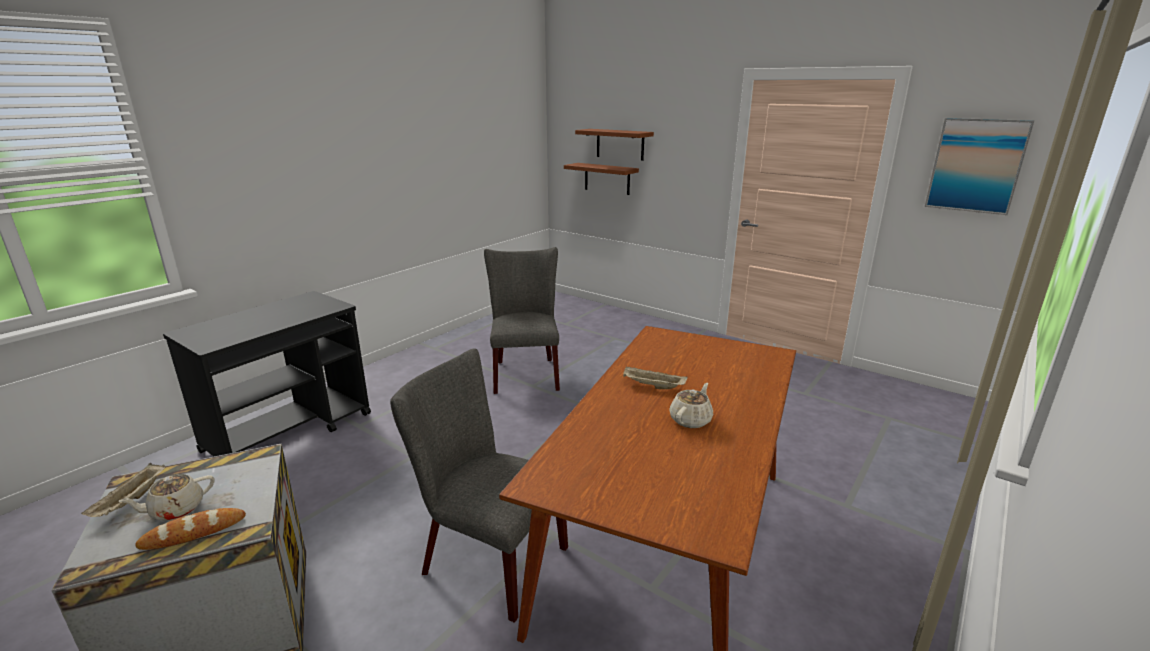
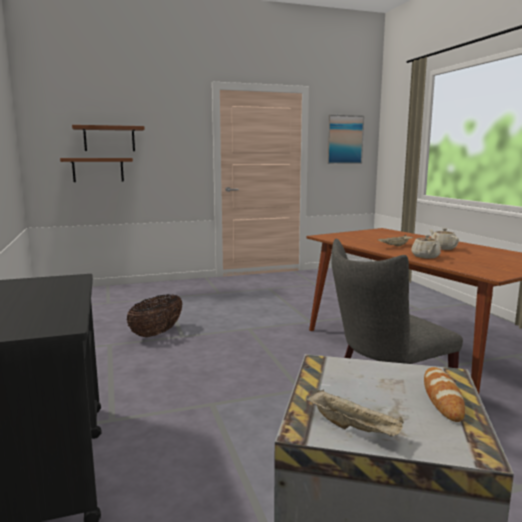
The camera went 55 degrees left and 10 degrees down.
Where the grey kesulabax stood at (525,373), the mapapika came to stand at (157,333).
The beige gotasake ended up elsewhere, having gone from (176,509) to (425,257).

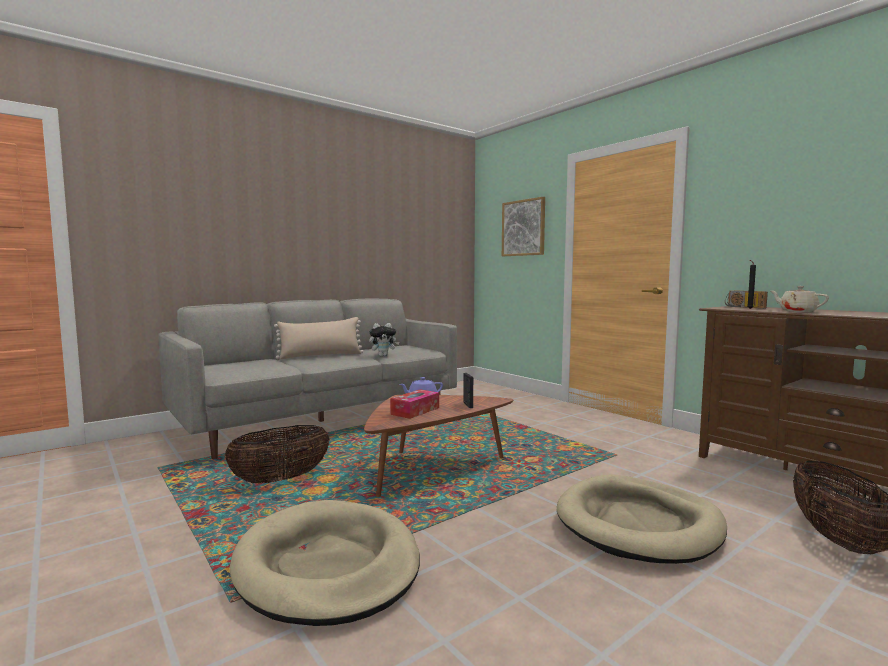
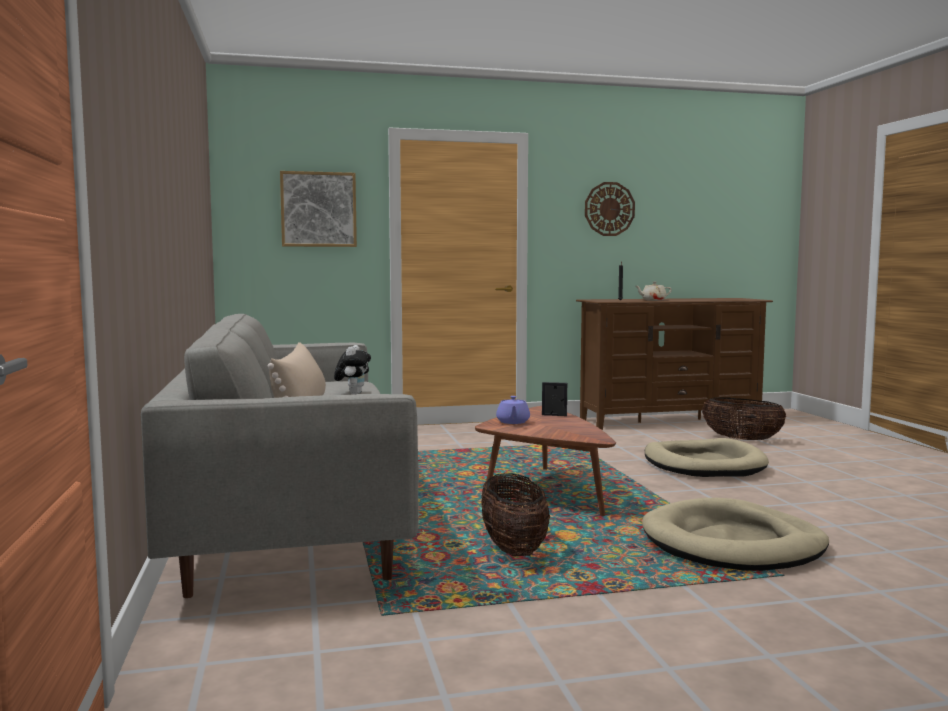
The camera went 65 degrees left and 0 degrees up.
The second view lost the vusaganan at (743,307).
The second view lost the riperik at (415,411).
The second view gained the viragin at (609,209).

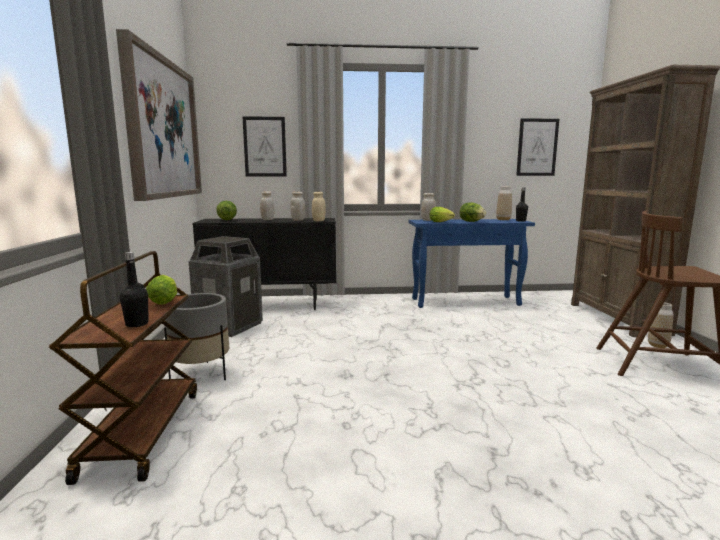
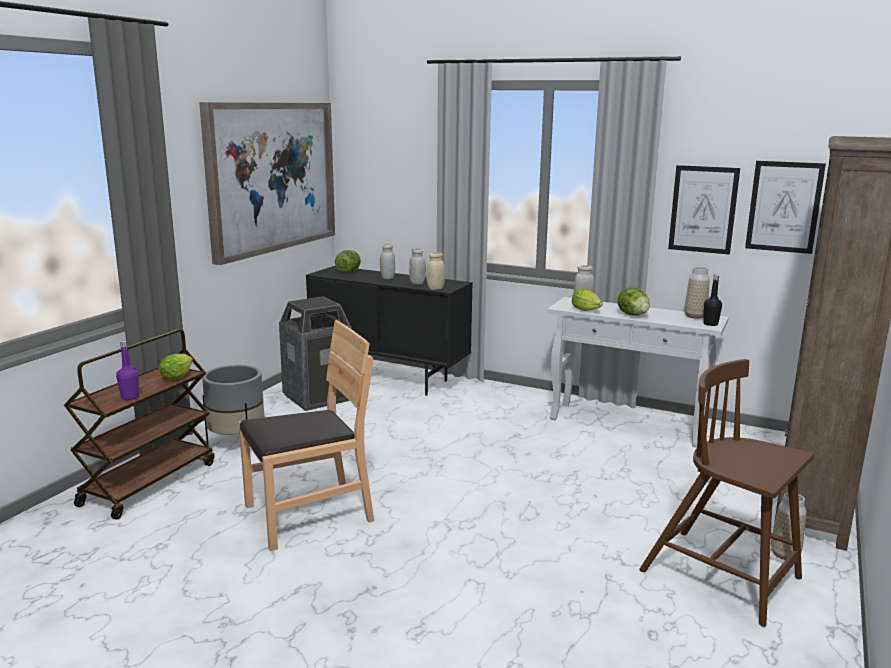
The camera went 30 degrees right and 5 degrees up.
The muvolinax ended up elsewhere, having gone from (265,147) to (703,209).
What was the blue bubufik at (466,302) turned into the white bubufik at (628,424).
What was the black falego at (137,324) turned into the purple falego at (130,397).
The second view gained the brown kesulabax at (308,514).

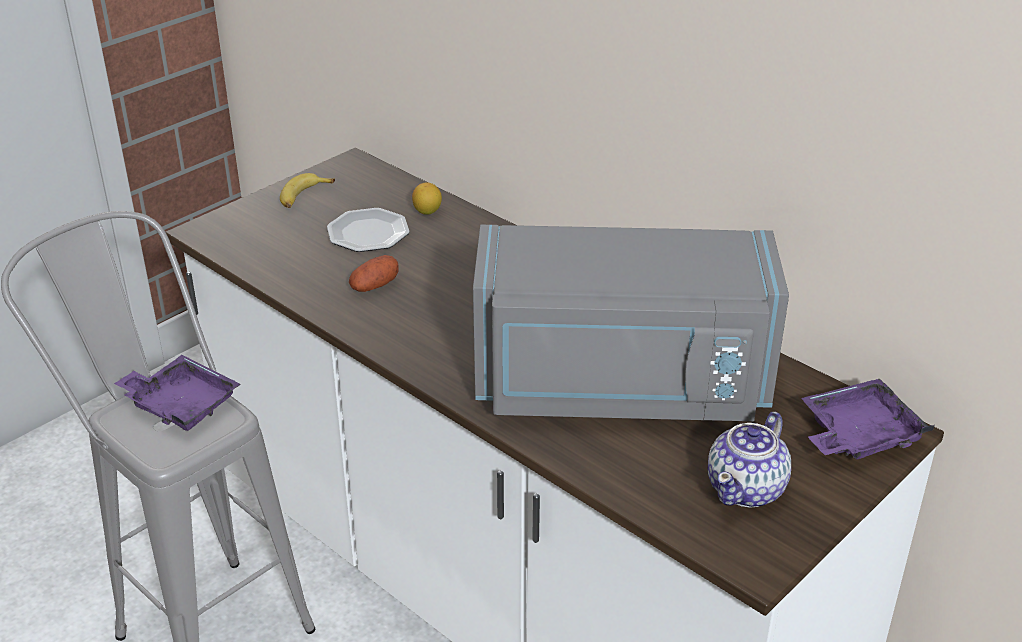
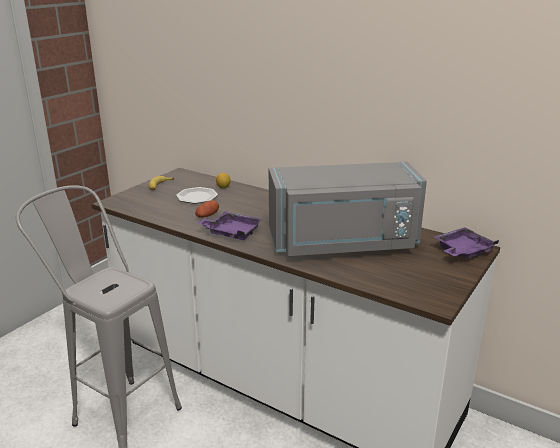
The camera went 10 degrees left and 10 degrees down.
The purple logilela ended up elsewhere, having gone from (181,404) to (232,232).
The second view lost the gotasake at (747,488).

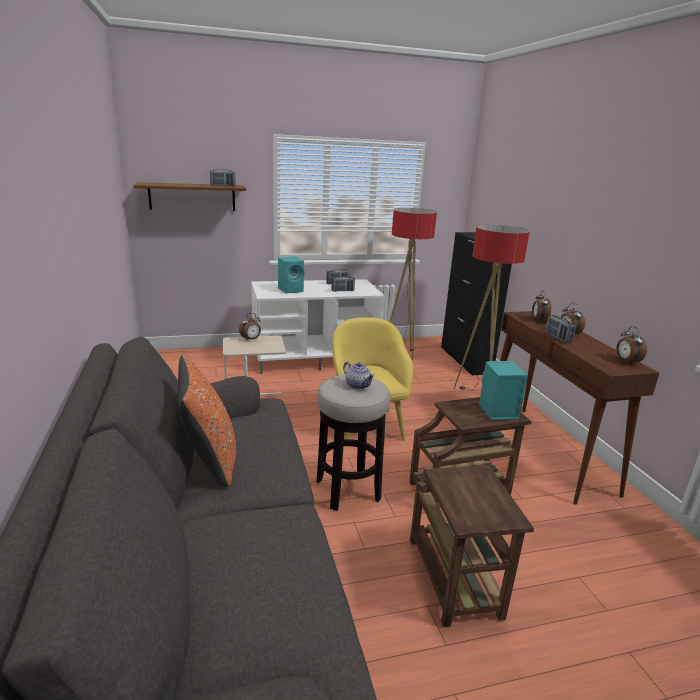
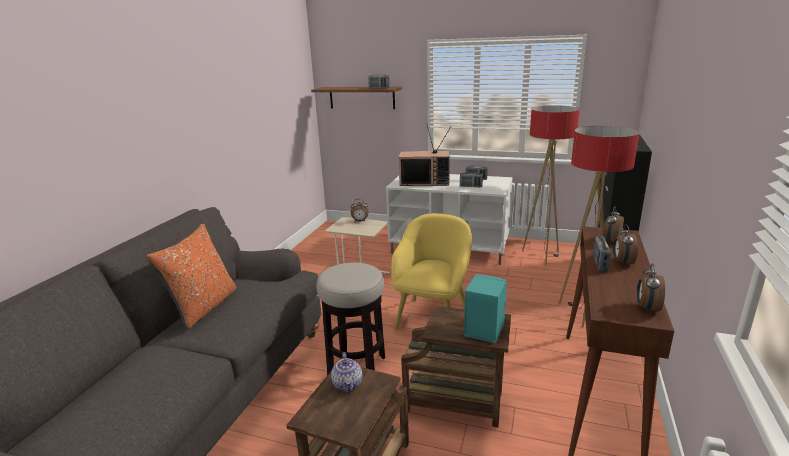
The camera went 35 degrees right and 0 degrees up.
Where the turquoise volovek stood at (291,290), the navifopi came to stand at (425,182).
The gotasake ended up elsewhere, having gone from (358,385) to (348,384).

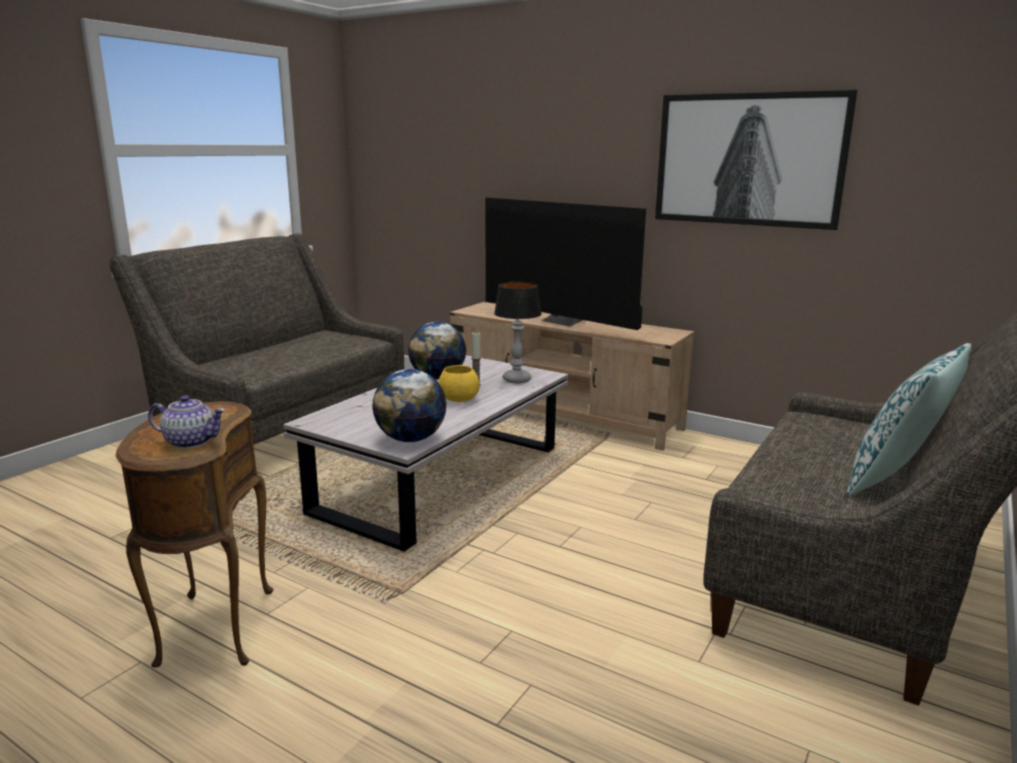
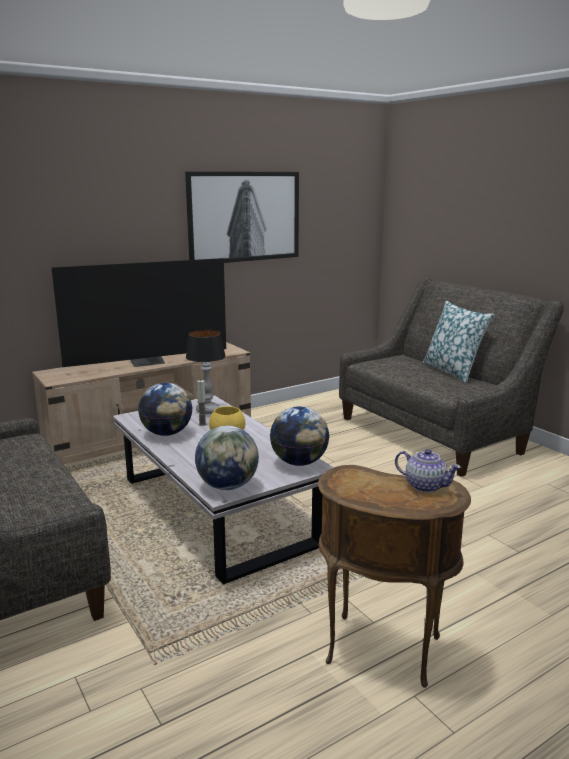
The camera went 65 degrees left and 0 degrees up.
The gotasake at (190,442) ended up facing another way, 90 degrees clockwise from before.
The second view gained the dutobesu at (228,486).

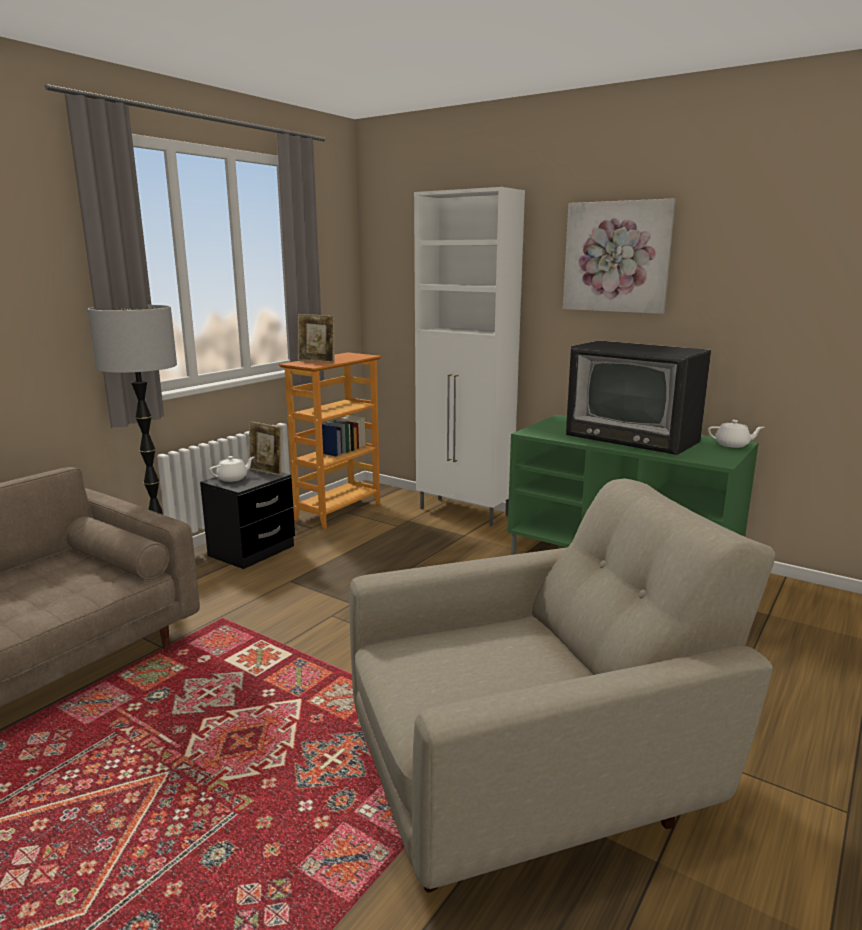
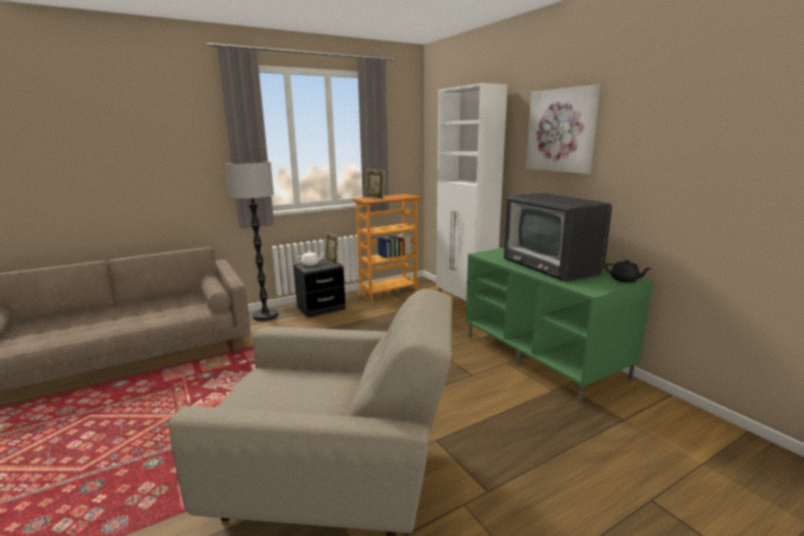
The camera went 25 degrees right and 0 degrees up.
What was the white gotasake at (732,445) turned into the black gotasake at (625,280).

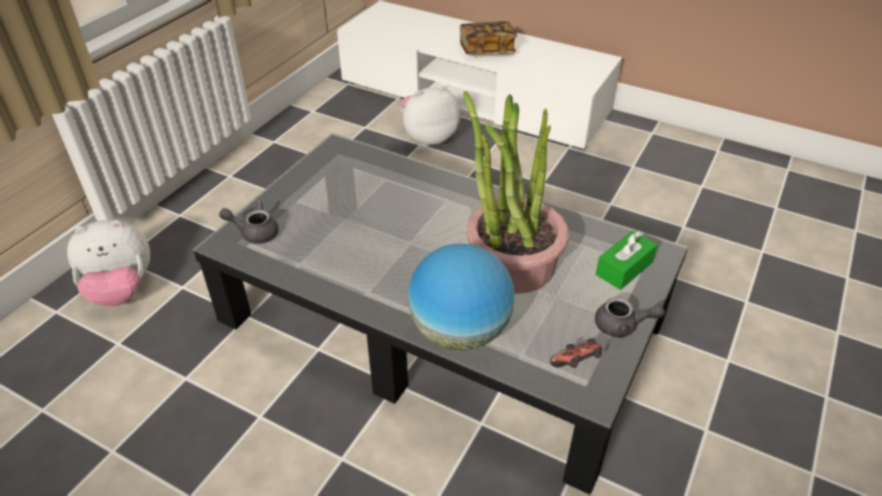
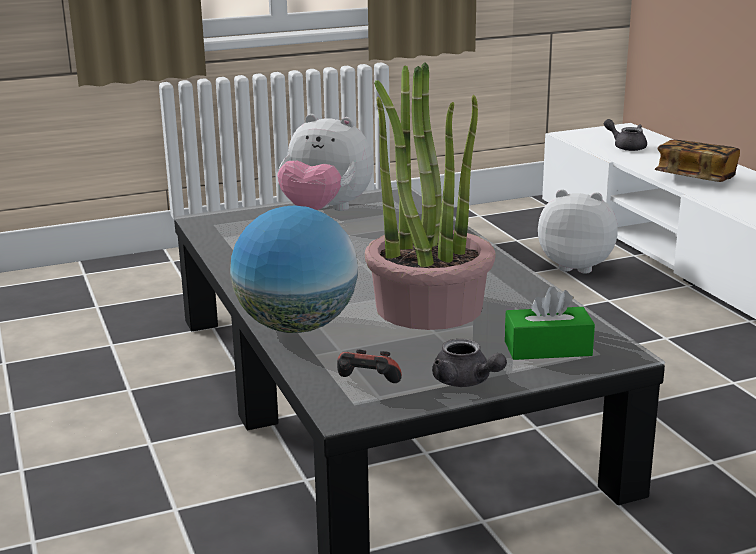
The camera went 40 degrees right and 20 degrees down.
The grey gotasake ended up elsewhere, having gone from (255,232) to (626,147).
The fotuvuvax ended up elsewhere, having gone from (121,290) to (325,211).

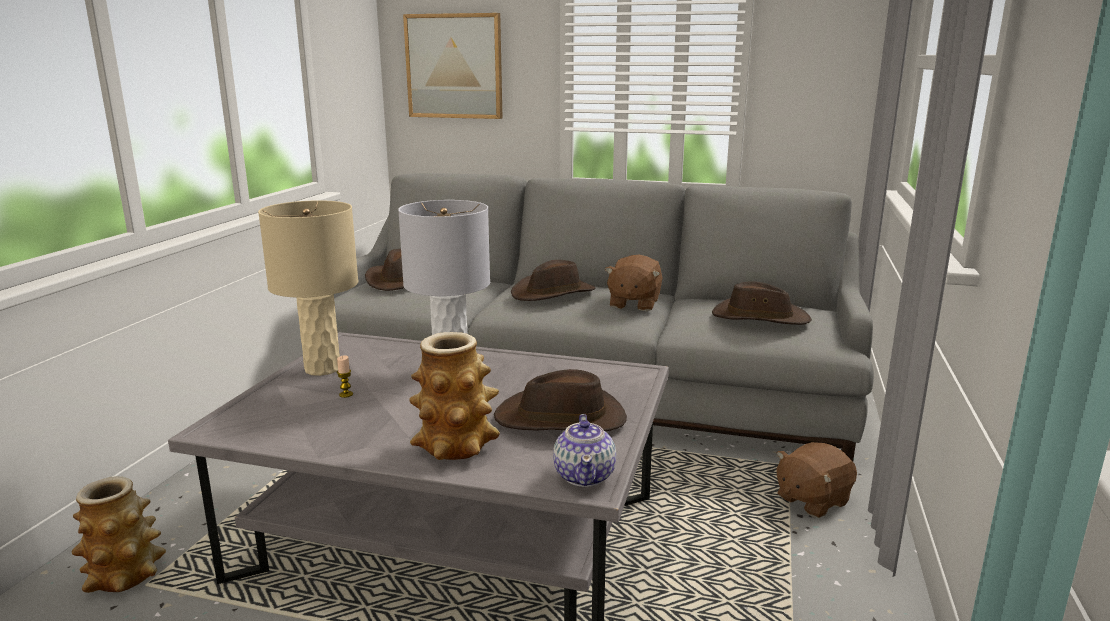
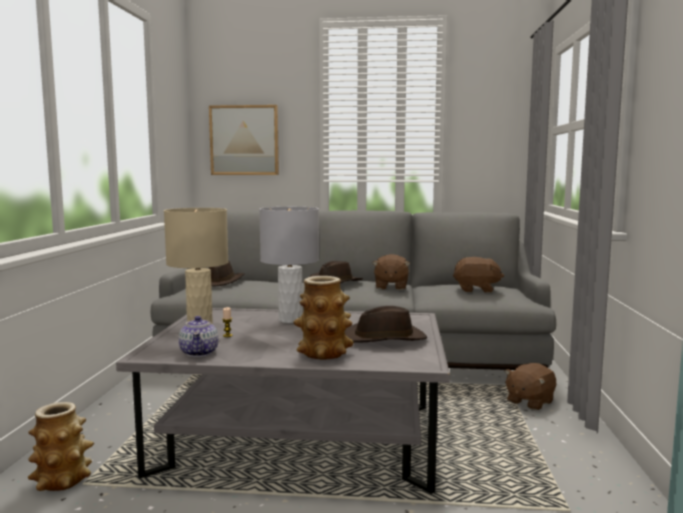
The camera went 10 degrees left and 10 degrees down.
Where the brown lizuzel stood at (759,317), the brown fotuvuvax came to stand at (476,290).
The gotasake ended up elsewhere, having gone from (585,475) to (199,352).

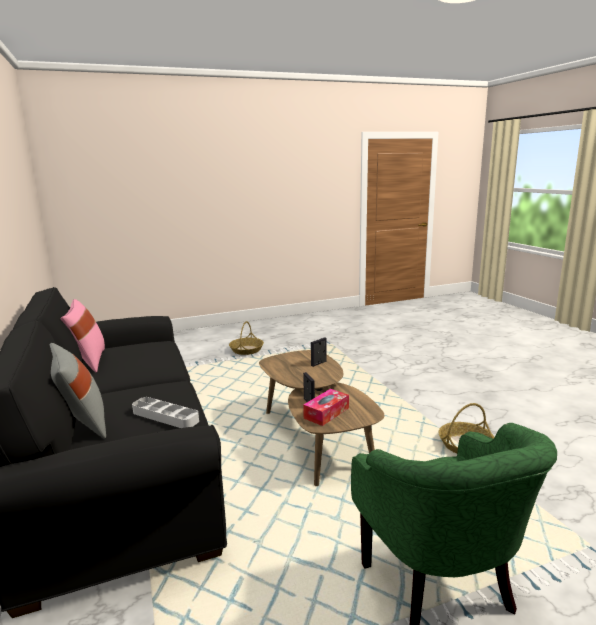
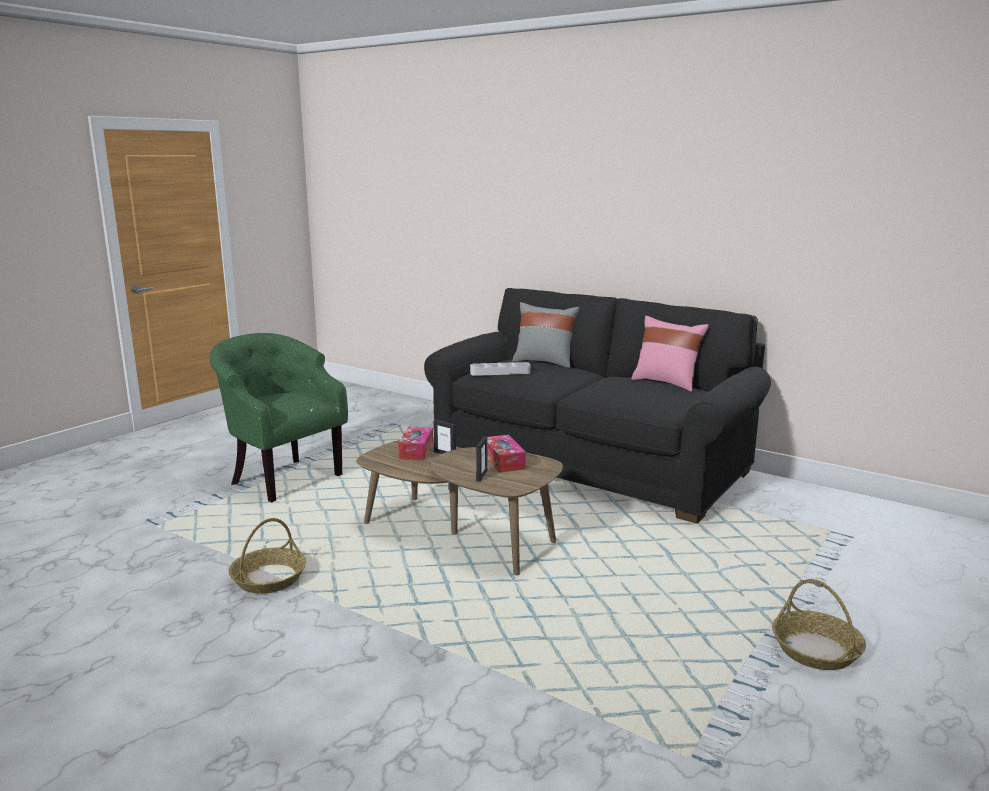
The camera went 145 degrees right and 0 degrees up.
The second view gained the riperik at (503,461).

